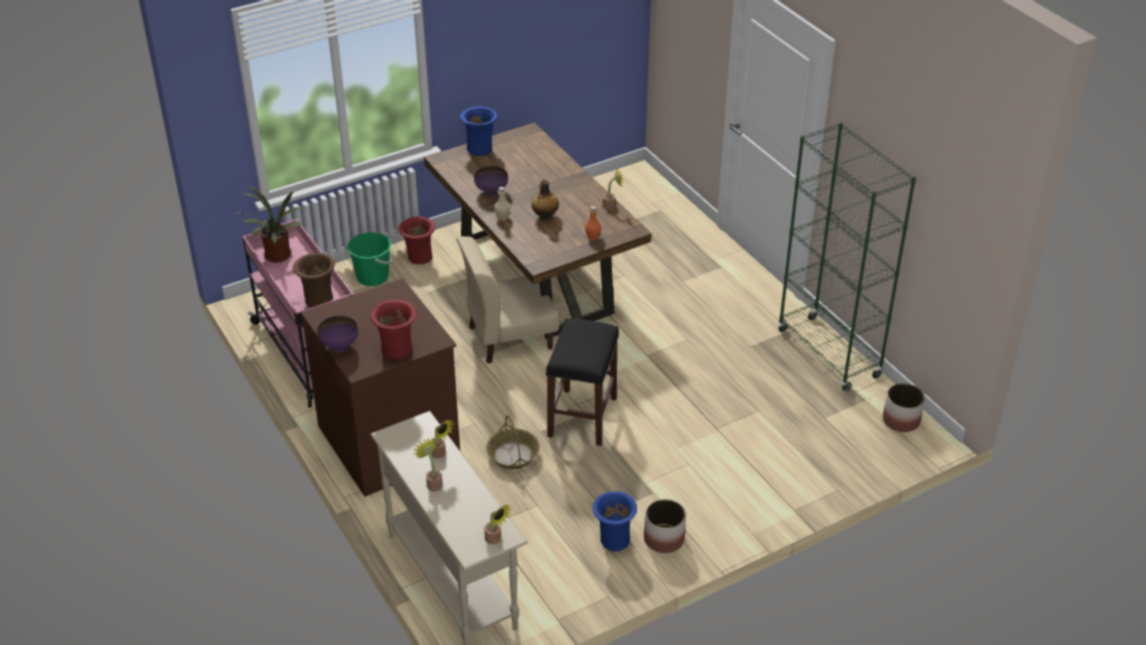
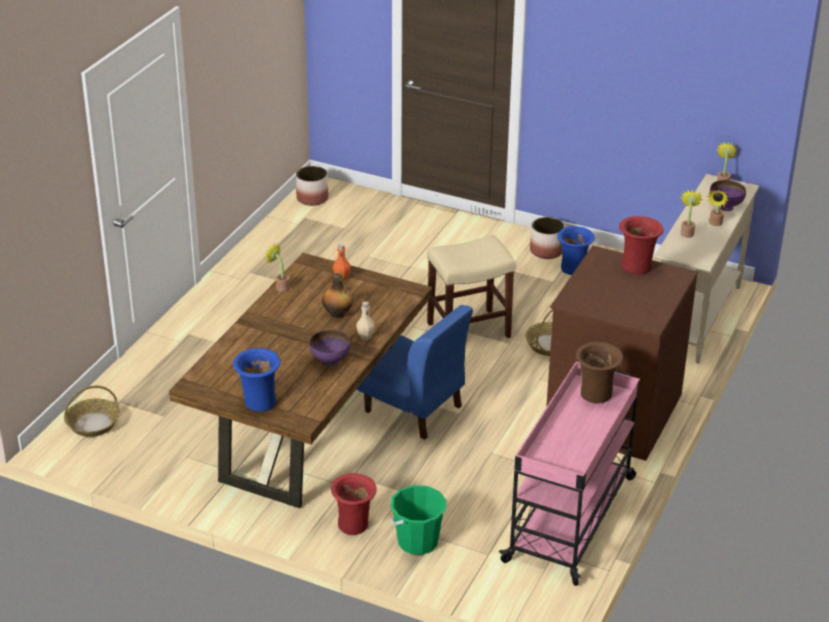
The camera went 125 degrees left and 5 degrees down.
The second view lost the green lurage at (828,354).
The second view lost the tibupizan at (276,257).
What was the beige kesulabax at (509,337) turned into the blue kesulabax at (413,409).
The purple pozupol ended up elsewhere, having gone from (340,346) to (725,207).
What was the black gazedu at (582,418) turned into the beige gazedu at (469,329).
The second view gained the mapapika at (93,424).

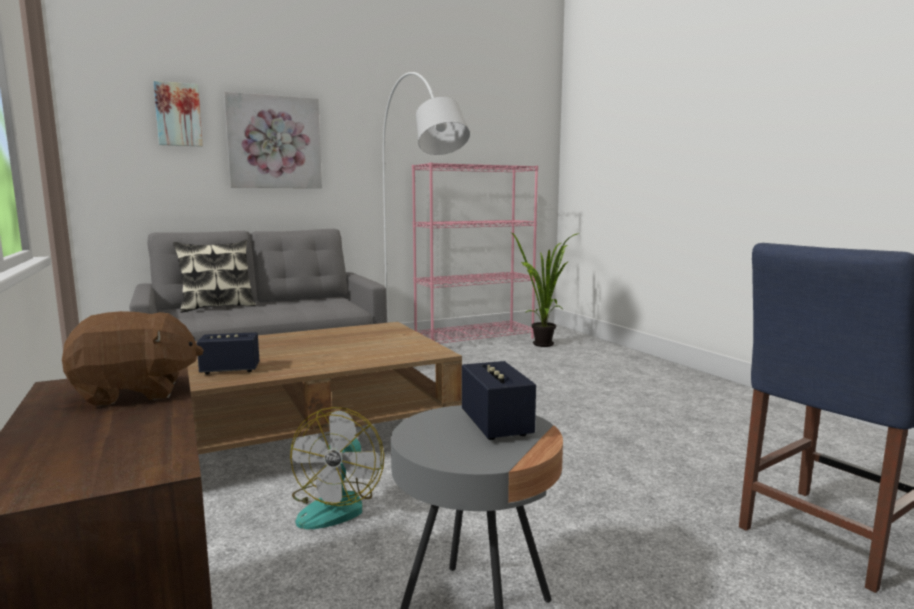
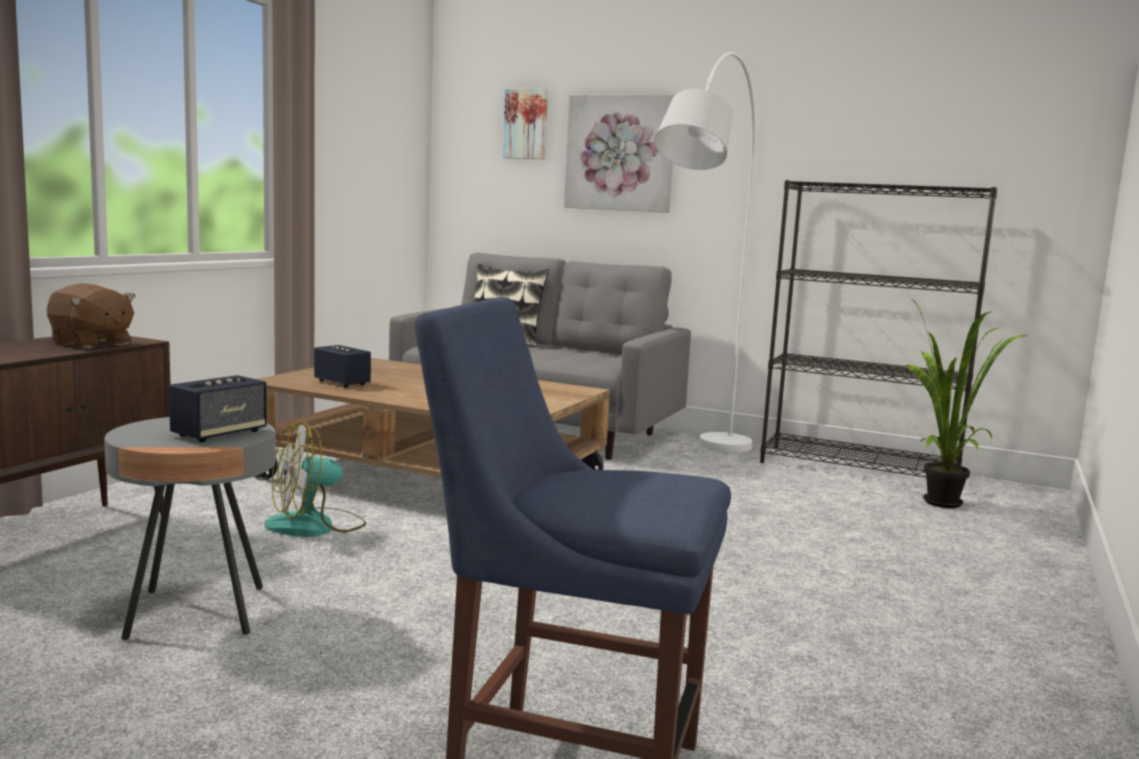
The camera went 50 degrees right and 0 degrees up.
What was the pink lurage at (475,339) turned into the black lurage at (860,469).

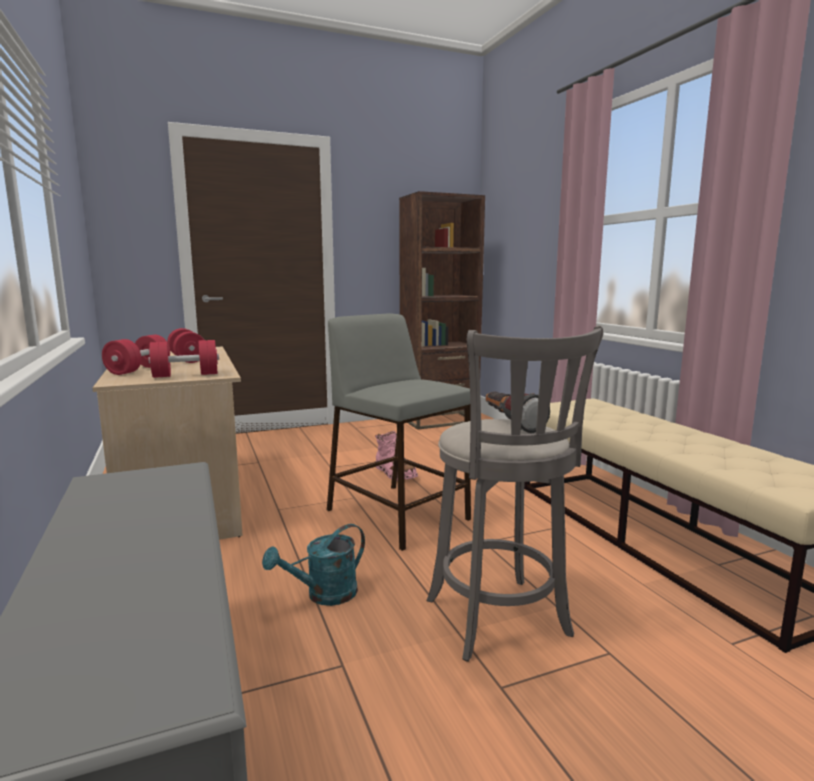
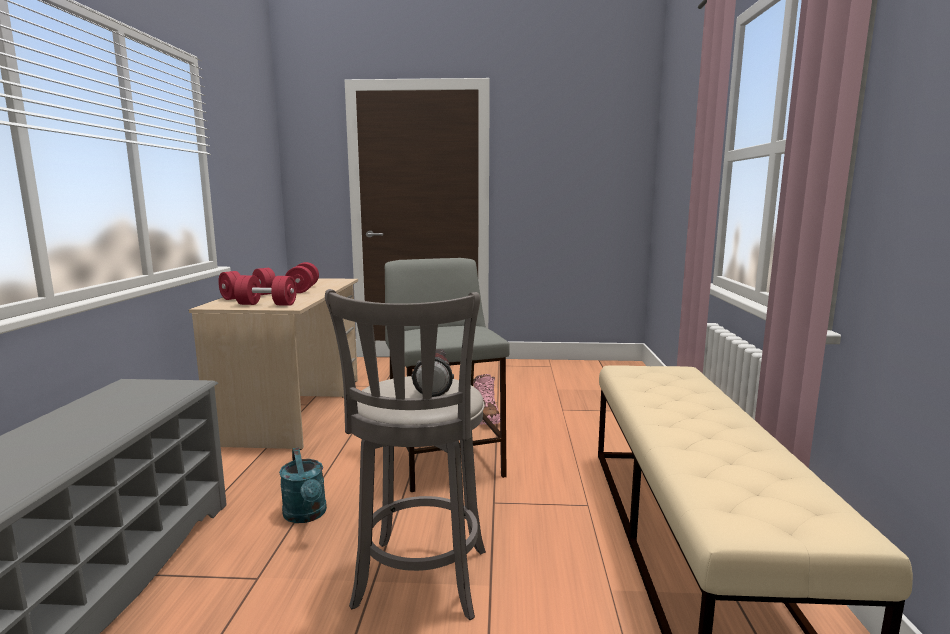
The camera went 25 degrees right and 0 degrees up.
The second view lost the brown lurage at (439,420).
The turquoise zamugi at (323,595) ended up facing another way, 105 degrees counterclockwise from before.

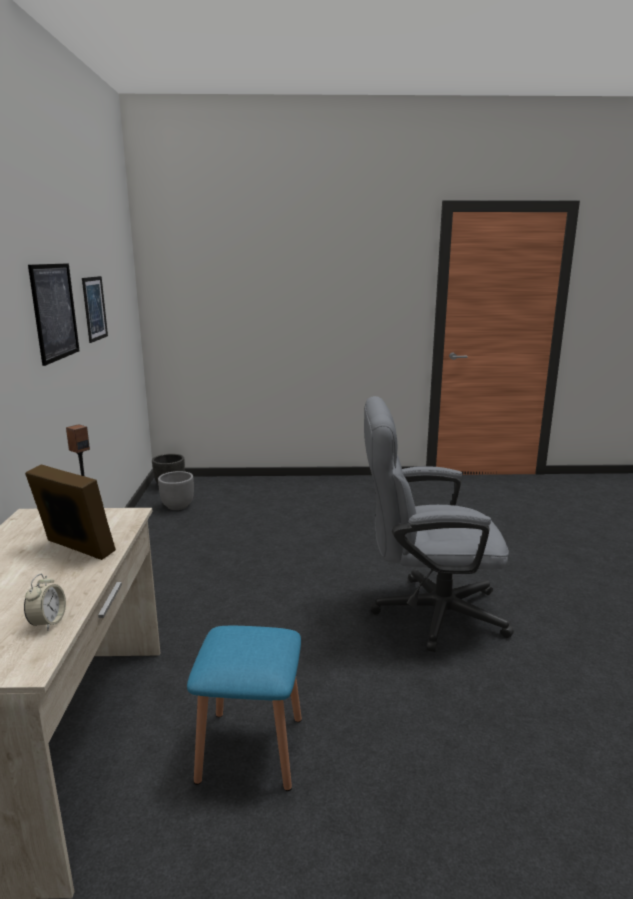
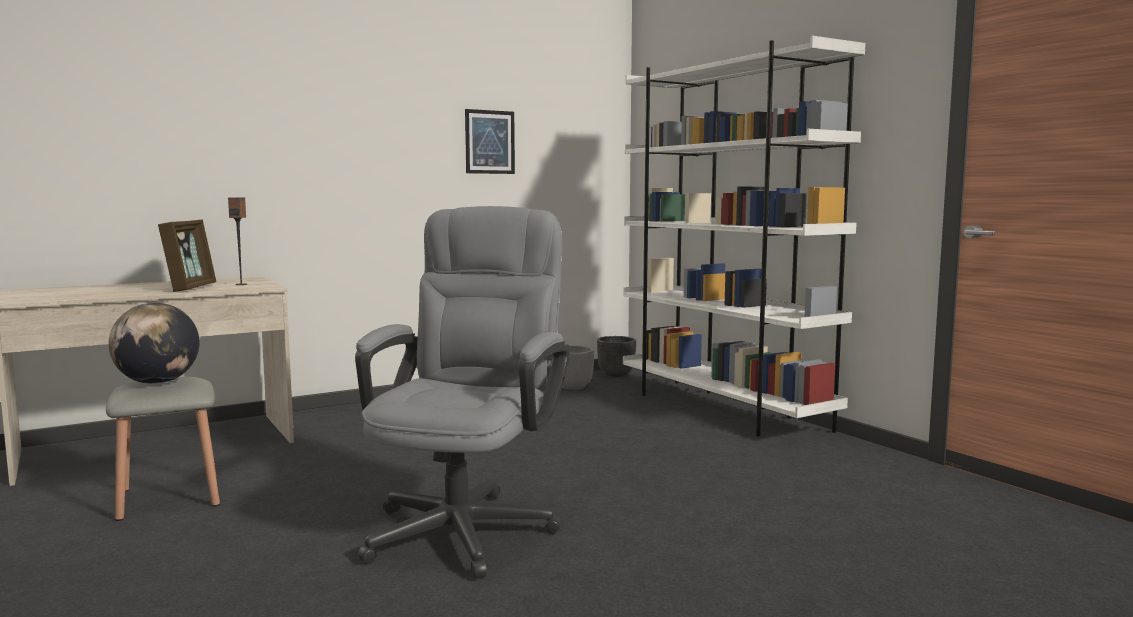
The camera went 60 degrees right and 10 degrees down.
The second view lost the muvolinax at (55,312).
The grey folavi at (426,612) ended up facing another way, 45 degrees clockwise from before.
The second view lost the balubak at (48,622).
What was the blue gazedu at (251,748) turned into the grey gazedu at (169,497).
The second view gained the white lurage at (722,409).
The second view gained the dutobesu at (157,382).

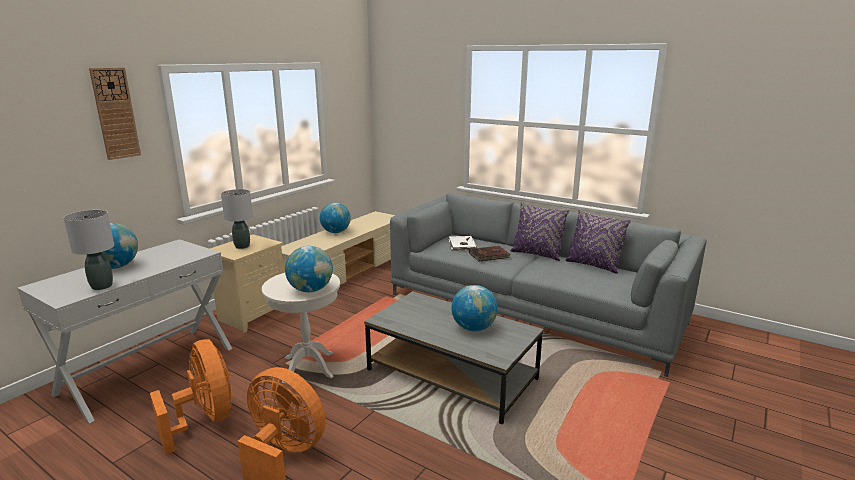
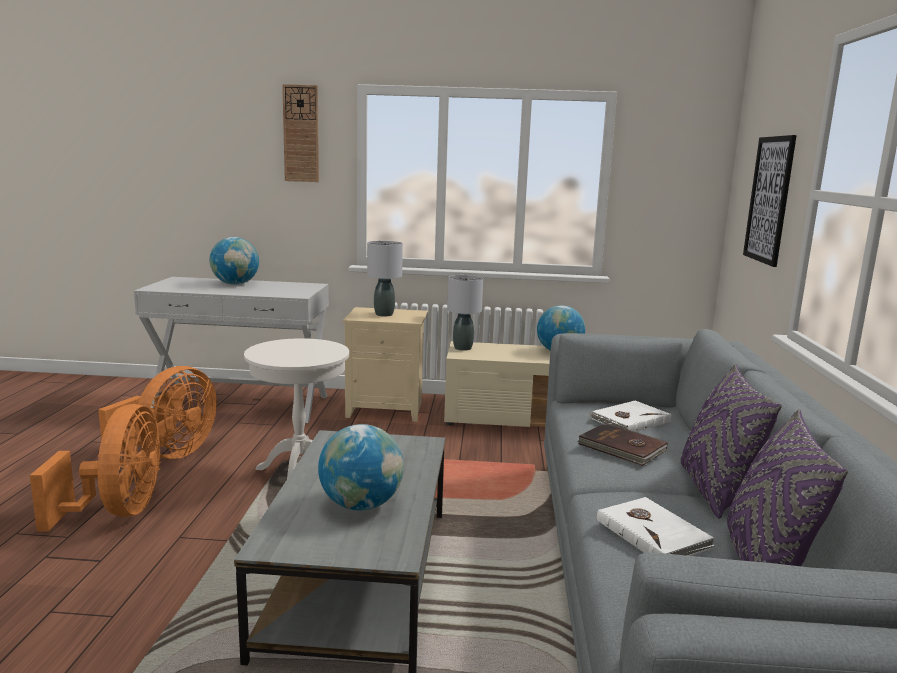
The camera went 60 degrees right and 5 degrees down.
The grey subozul ended up elsewhere, having gone from (102,286) to (463,348).
The second view lost the dutobesu at (310,290).
The second view gained the muvolinax at (769,199).
The second view gained the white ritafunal at (653,533).

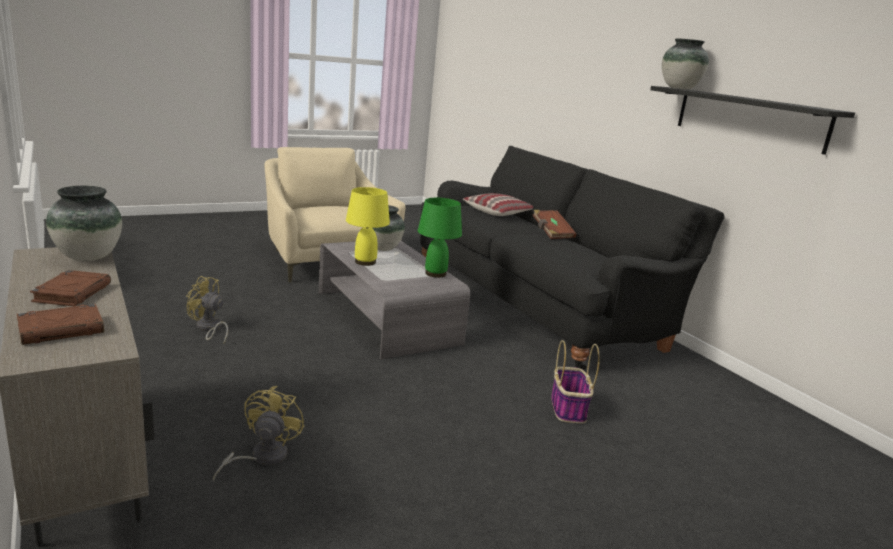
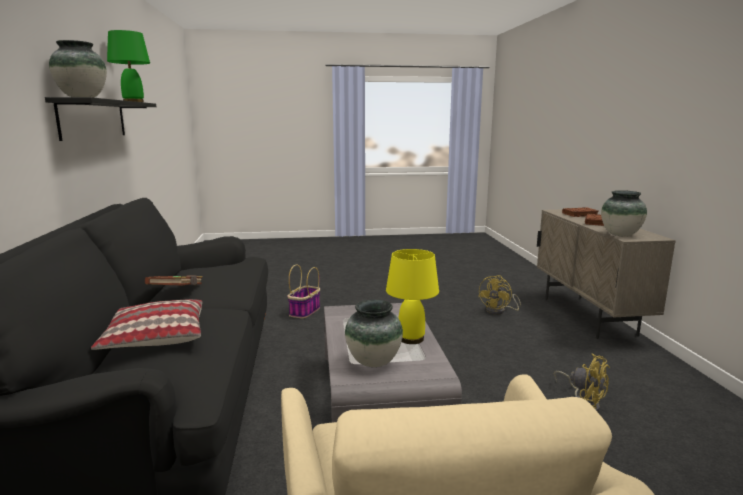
The camera went 155 degrees left and 5 degrees down.
The green subozul ended up elsewhere, having gone from (435,274) to (134,102).

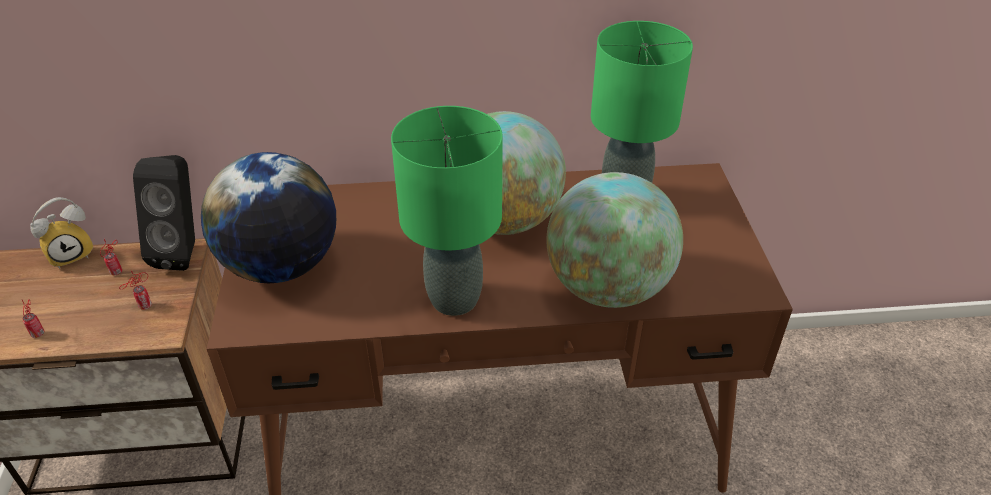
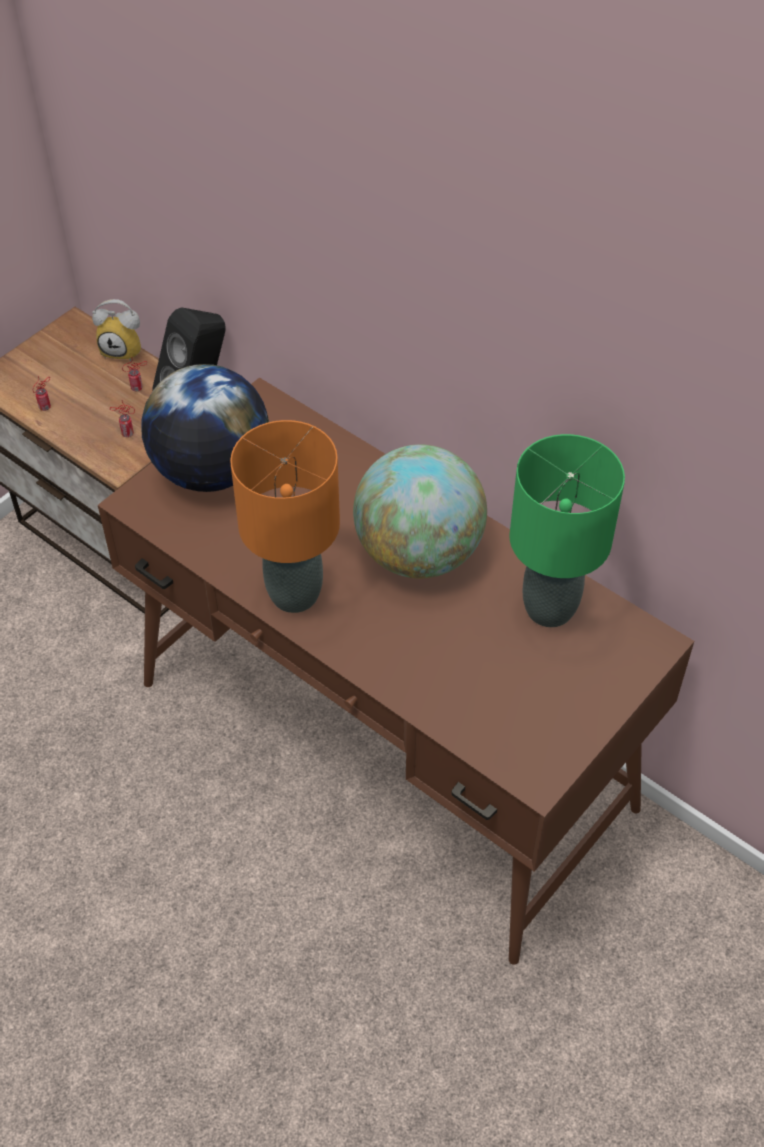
The camera went 45 degrees right and 10 degrees up.
What was the green subozul at (453,299) turned into the orange subozul at (294,593).
The second view lost the dutobesu at (608,288).

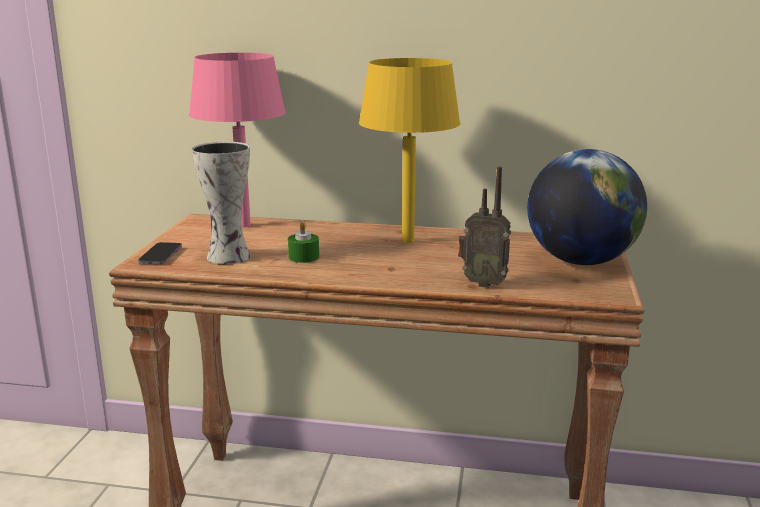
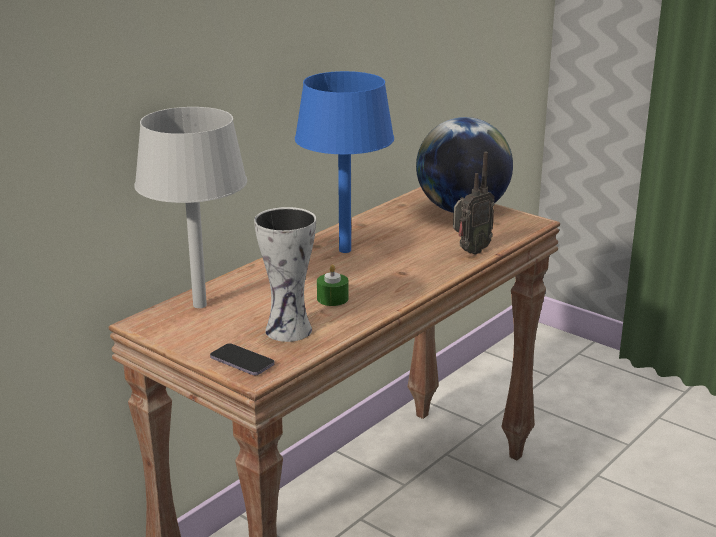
The camera went 60 degrees left and 5 degrees up.
What was the pink subozul at (244,225) turned into the grey subozul at (199,305).
What was the yellow subozul at (407,241) turned into the blue subozul at (345,250).

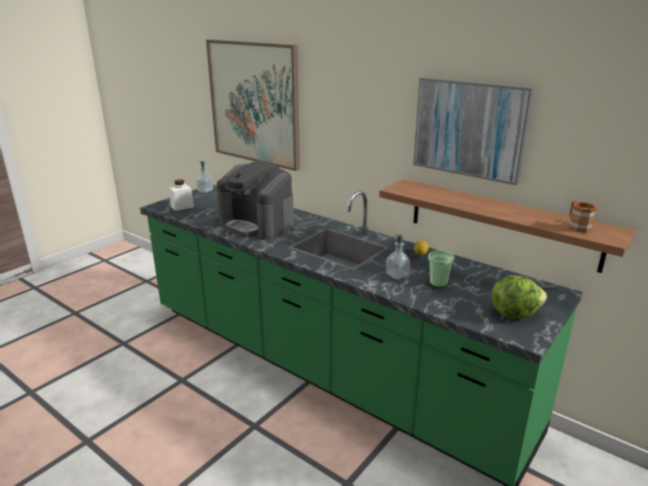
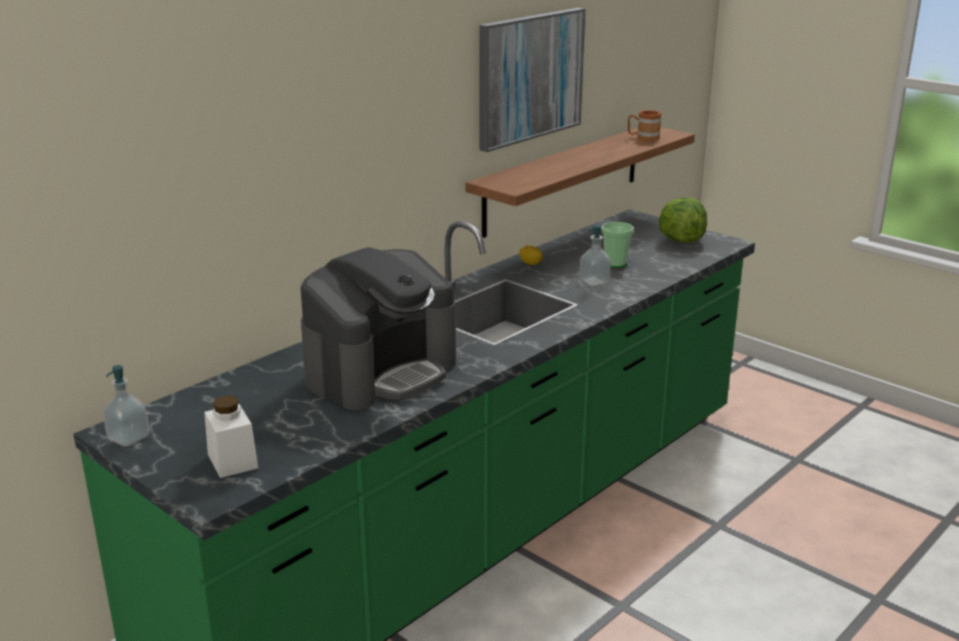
The camera went 85 degrees left and 0 degrees up.
The second view lost the muvolinax at (254,103).

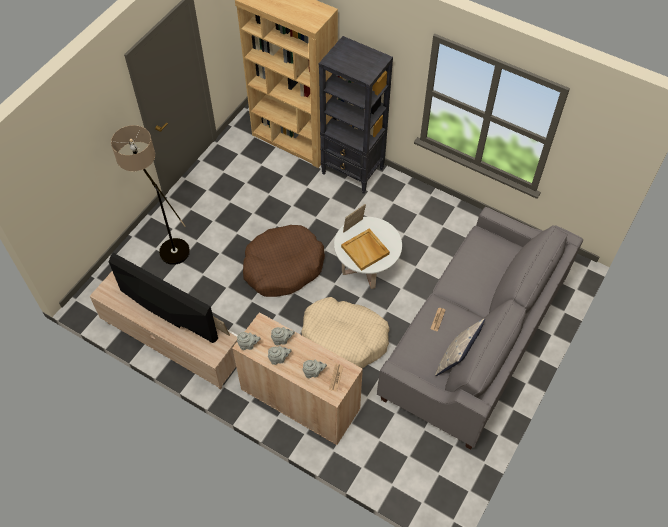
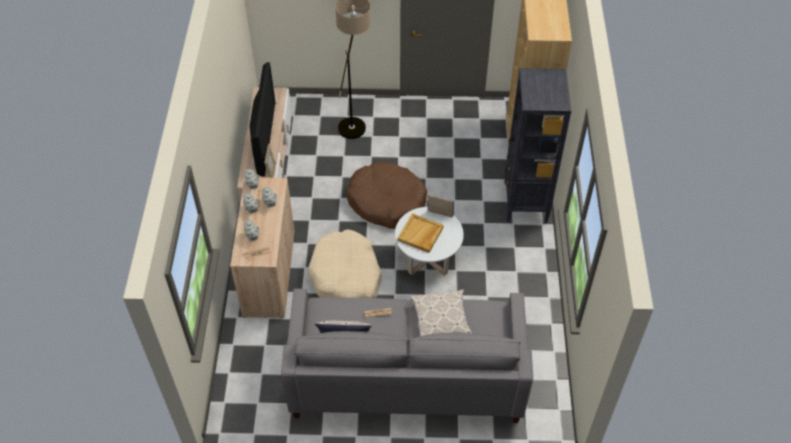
The camera went 60 degrees right and 5 degrees down.
The second view gained the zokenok at (441,319).

